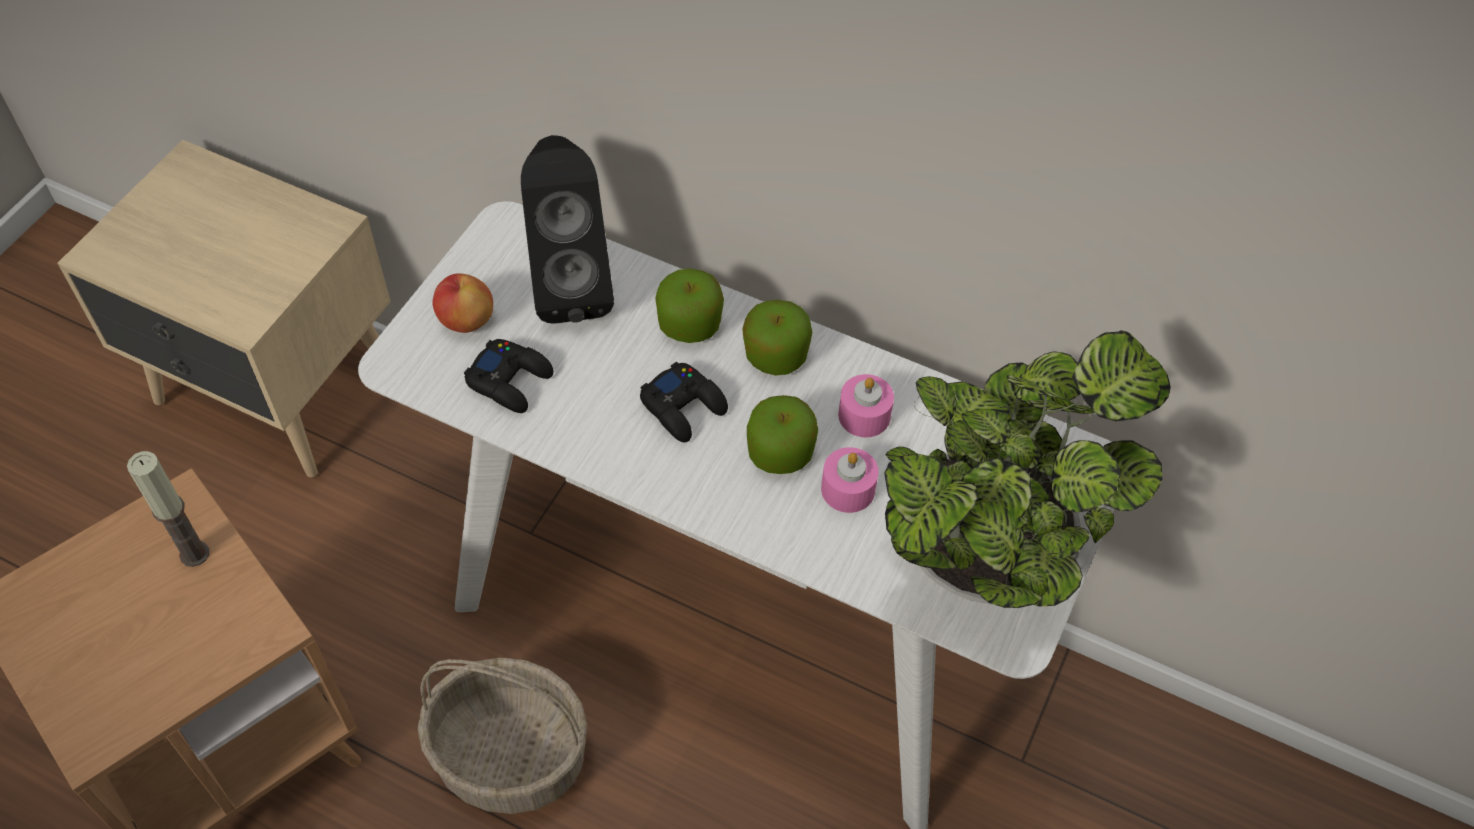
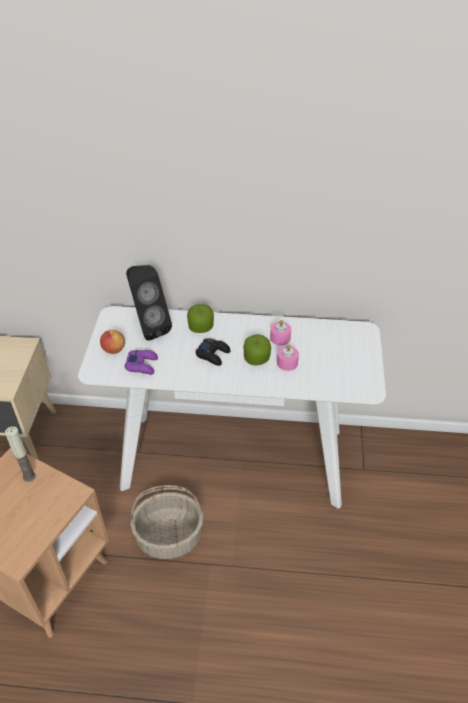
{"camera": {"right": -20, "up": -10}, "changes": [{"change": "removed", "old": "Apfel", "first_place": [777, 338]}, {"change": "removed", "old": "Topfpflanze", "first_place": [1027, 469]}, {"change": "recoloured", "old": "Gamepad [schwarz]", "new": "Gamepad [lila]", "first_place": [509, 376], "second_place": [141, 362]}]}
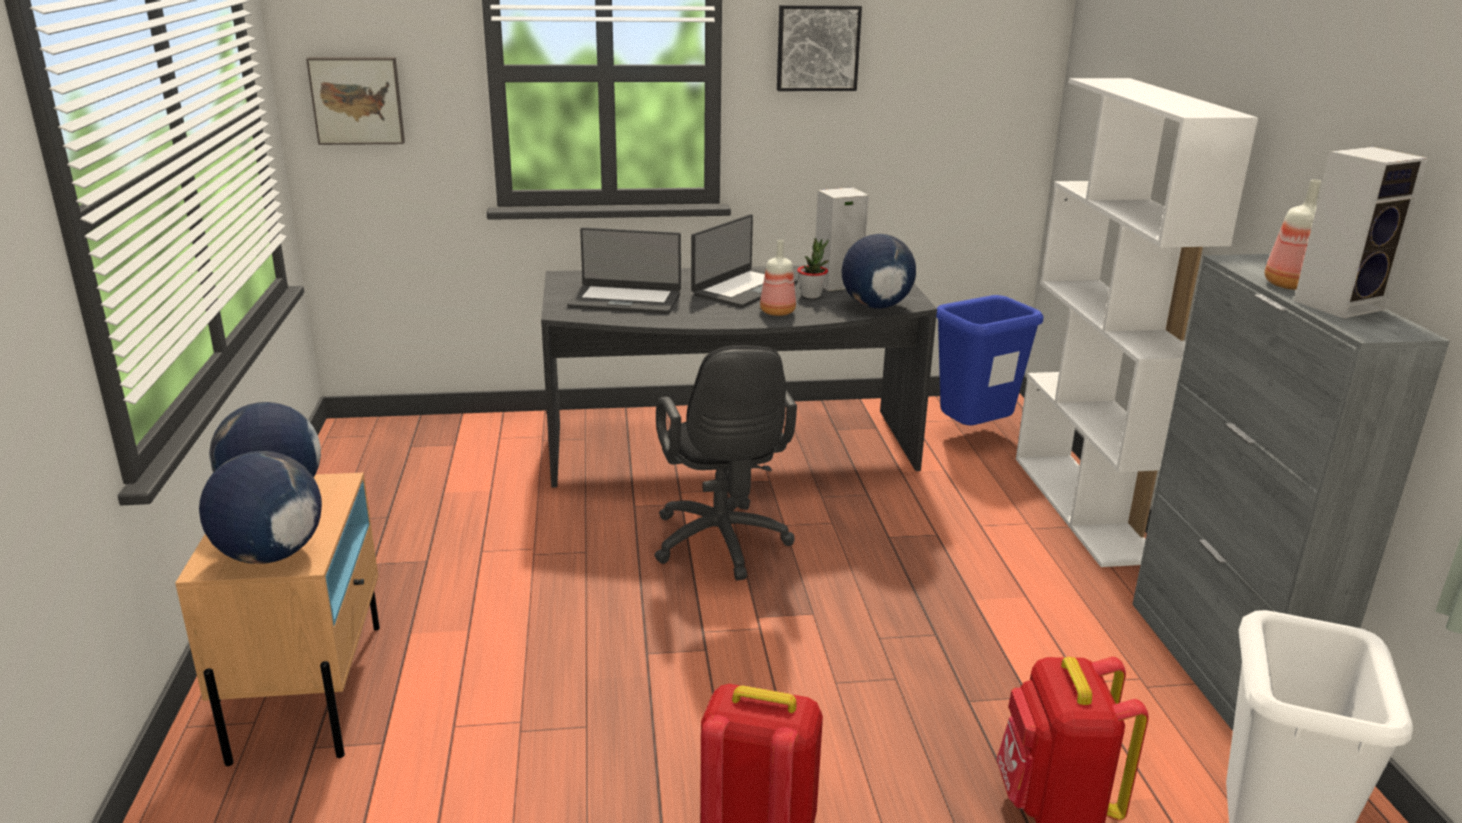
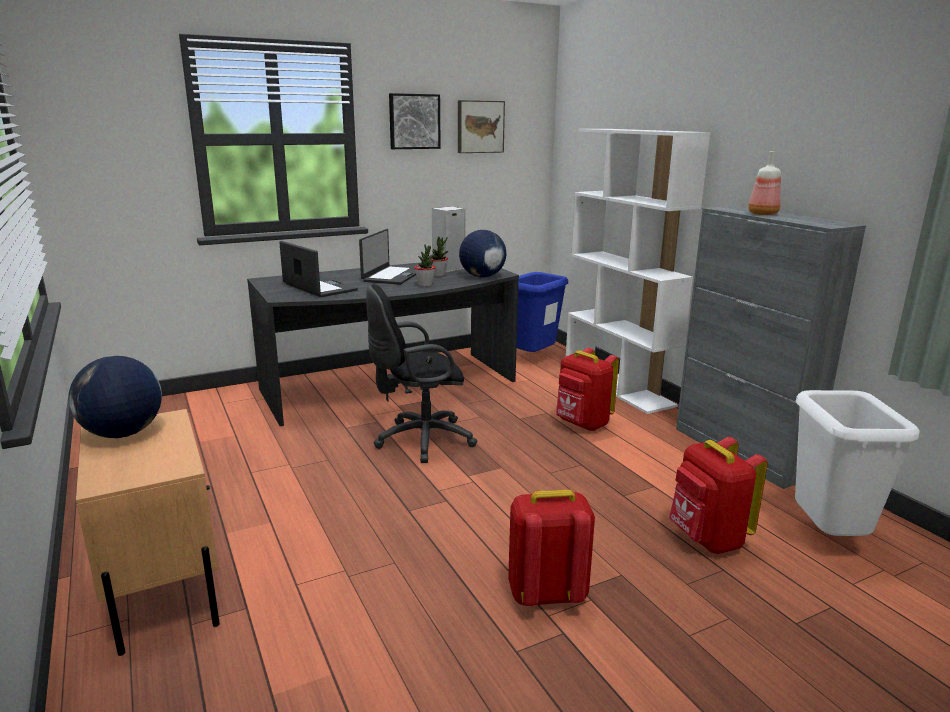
{"camera": {"right": -20, "up": -5}, "changes": [{"change": "removed", "old": "Globus", "first_place": [260, 507]}, {"change": "removed", "old": "Lautsprecher", "first_place": [1361, 232]}, {"change": "added", "new": "Rucksack [rot]", "second_place": [587, 389]}, {"change": "moved", "old": "Bild", "first_place": [355, 101], "second_place": [481, 126]}, {"change": "replaced", "old": "Flasche", "new": "Topfpflanze", "first_place": [778, 278], "second_place": [425, 265]}, {"change": "turned", "old": "Laptop", "first_place": [624, 270], "second_place": [318, 269], "degrees": -120}, {"change": "turned", "old": "Bürostuhl [schwarz]", "first_place": [725, 462], "second_place": [421, 374], "degrees": 105}]}
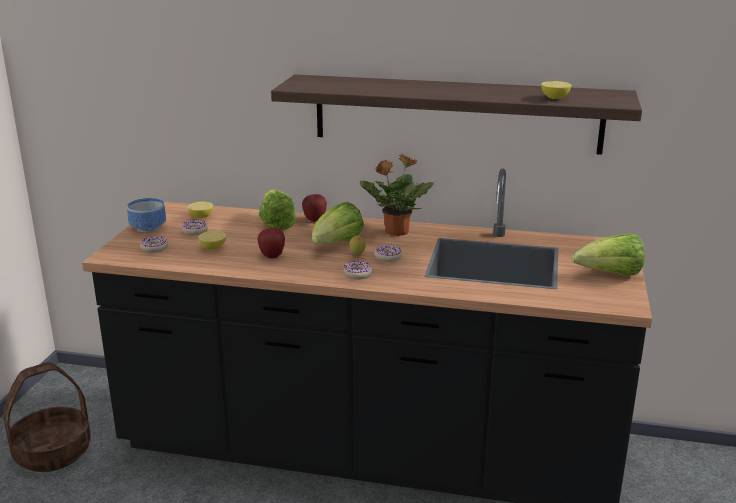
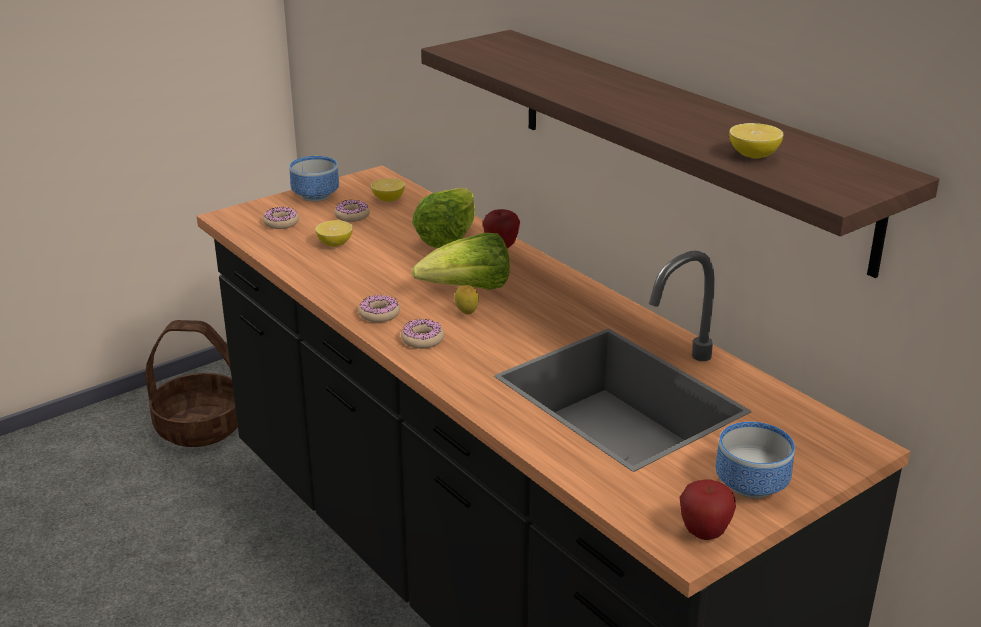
{"camera": {"right": 40, "up": 5}, "changes": [{"change": "removed", "old": "Topfpflanze", "first_place": [397, 194]}, {"change": "moved", "old": "Apfel", "first_place": [271, 243], "second_place": [708, 510]}, {"change": "moved", "old": "Donut", "first_place": [388, 253], "second_place": [379, 308]}, {"change": "replaced", "old": "Salatkopf", "new": "Schüssel", "first_place": [608, 255], "second_place": [755, 460]}]}
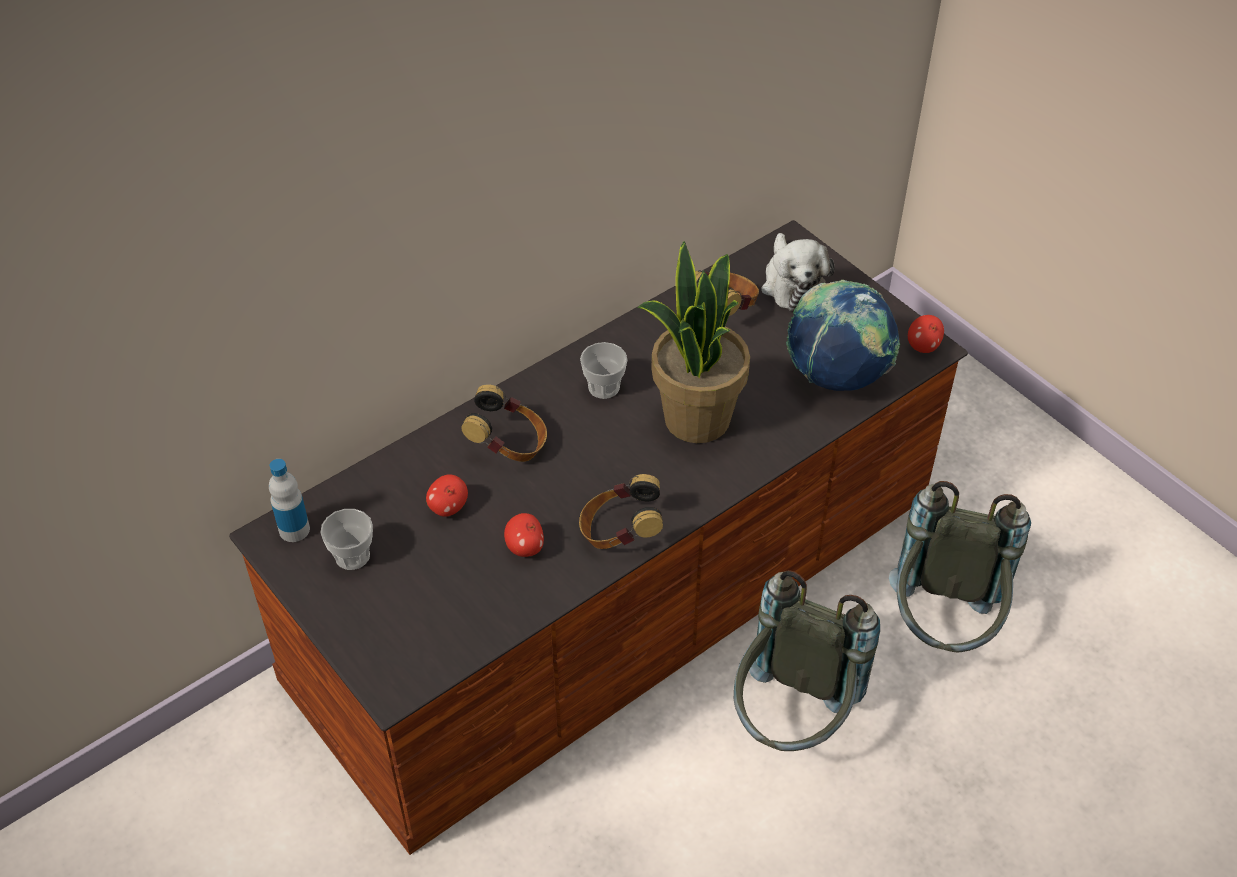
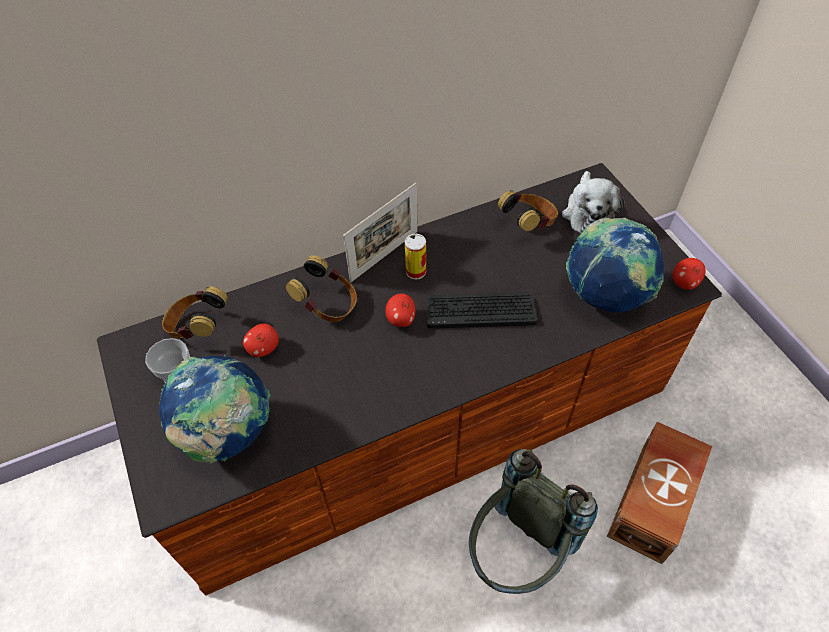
{"camera": {"right": 15, "up": 5}, "changes": [{"change": "removed", "old": "Flasche", "first_place": [289, 500]}, {"change": "added", "new": "Globus", "second_place": [214, 409]}, {"change": "added", "new": "Bilderrahmen", "second_place": [380, 232]}, {"change": "moved", "old": "Apfel", "first_place": [524, 535], "second_place": [400, 310]}, {"change": "moved", "old": "Kopfhörer", "first_place": [621, 511], "second_place": [195, 312]}, {"change": "replaced", "old": "Tasse", "new": "Dose", "first_place": [604, 370], "second_place": [415, 257]}, {"change": "replaced", "old": "Topfpflanze", "new": "Tastatur", "first_place": [693, 342], "second_place": [482, 310]}, {"change": "replaced", "old": "Rucksack [grau]", "new": "Aufbewahrungsbox [braun]", "first_place": [960, 566], "second_place": [659, 493]}]}
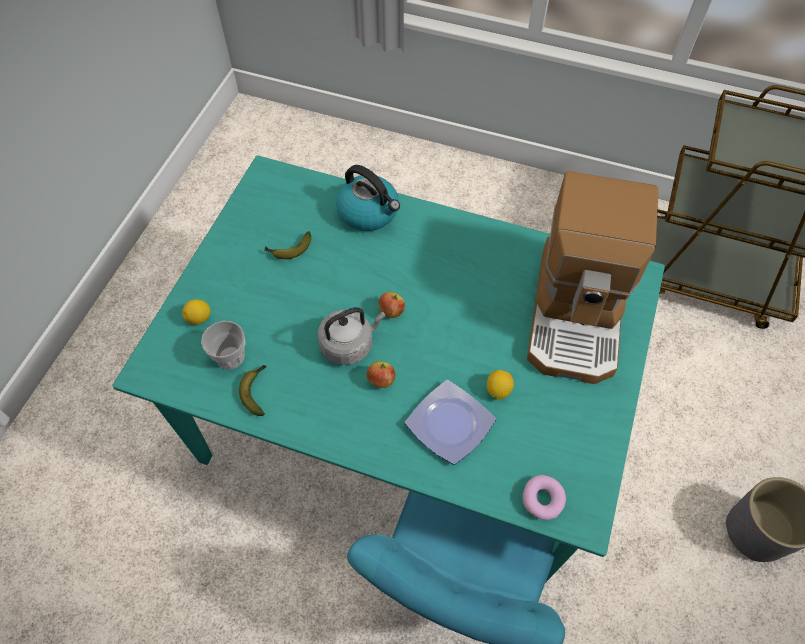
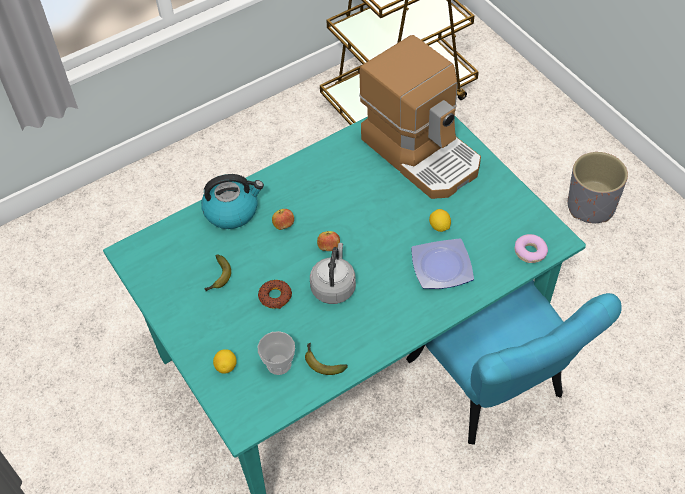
{"camera": {"right": -50, "up": -5}, "changes": [{"change": "added", "new": "Donut", "second_place": [275, 294]}, {"change": "moved", "old": "Apfel", "first_place": [381, 374], "second_place": [283, 219]}]}
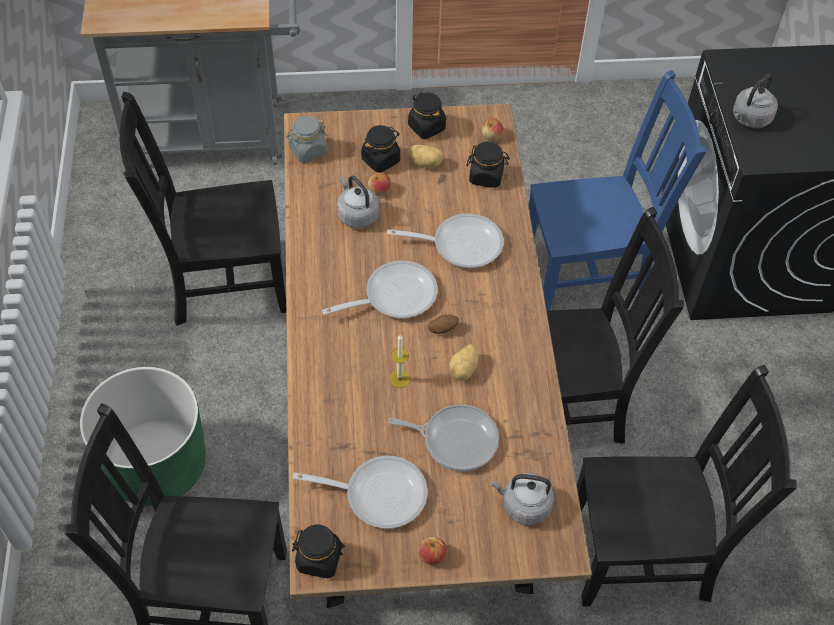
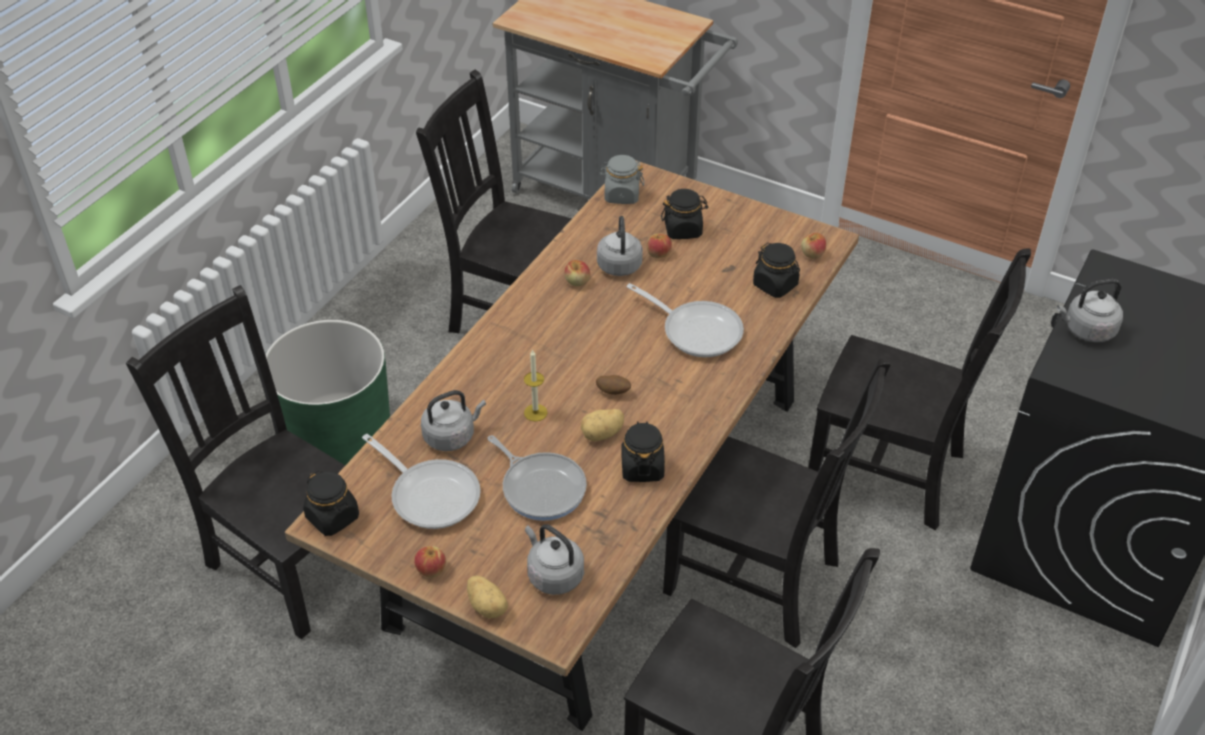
{"camera": {"right": 35, "up": -10}, "changes": [{"change": "removed", "old": "Pfanne", "first_place": [380, 289]}, {"change": "added", "new": "Wasserkessel [grau]", "second_place": [453, 420]}, {"change": "added", "new": "Apfel", "second_place": [577, 273]}, {"change": "moved", "old": "Vorratsglas [schwarz]", "first_place": [427, 115], "second_place": [643, 451]}, {"change": "moved", "old": "Kartoffel", "first_place": [426, 156], "second_place": [487, 597]}, {"change": "recoloured", "old": "Stuhl [blau]", "new": "Stuhl [schwarz]", "first_place": [617, 190], "second_place": [919, 389]}]}
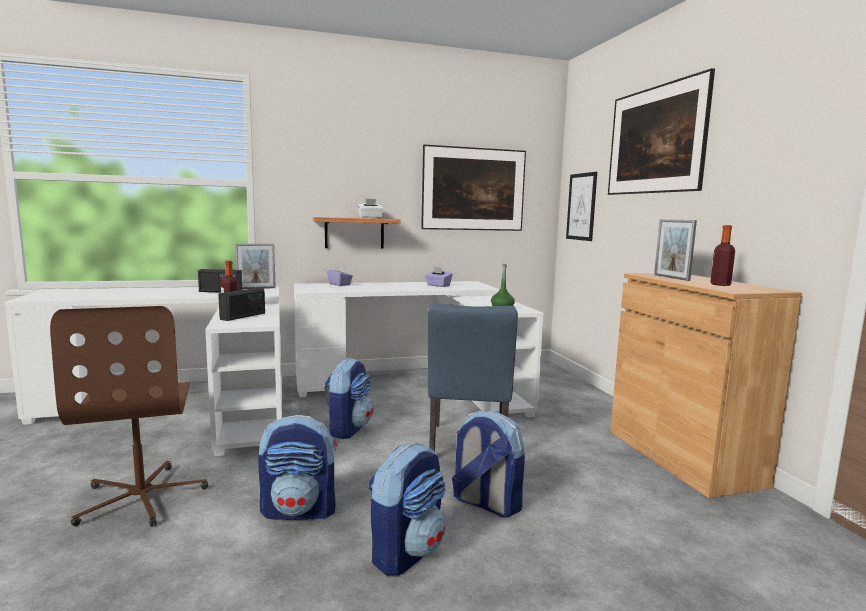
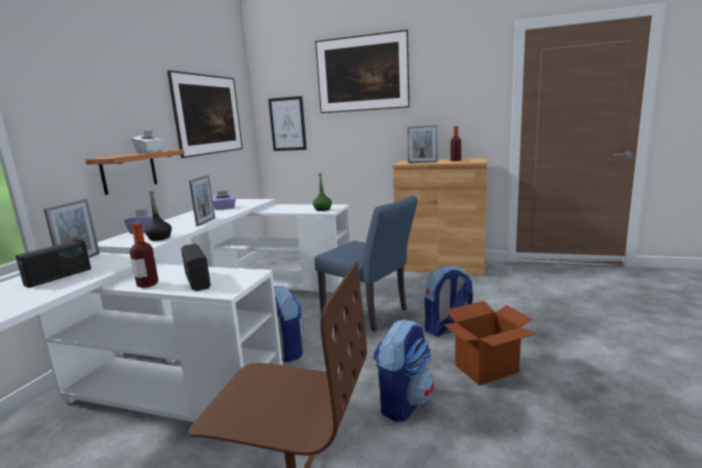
{"camera": {"right": -55, "up": 5}, "changes": [{"change": "added", "new": "Flasche [schwarz]", "second_place": [158, 216]}, {"change": "added", "new": "Bilderrahmen", "second_place": [202, 200]}, {"change": "replaced", "old": "Rucksack", "new": "Karton", "first_place": [407, 509], "second_place": [489, 343]}]}
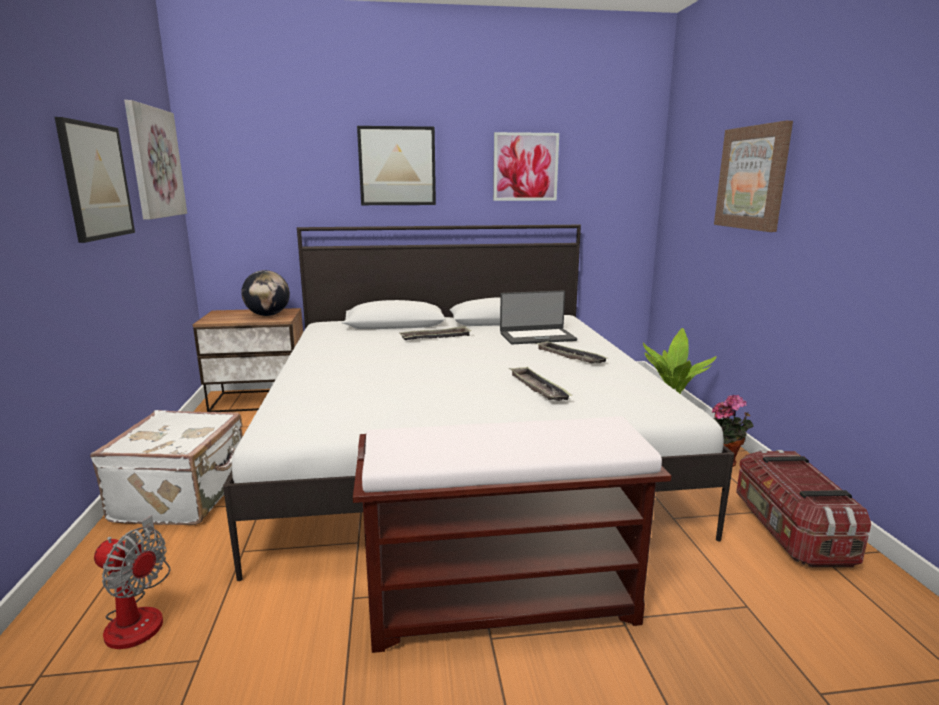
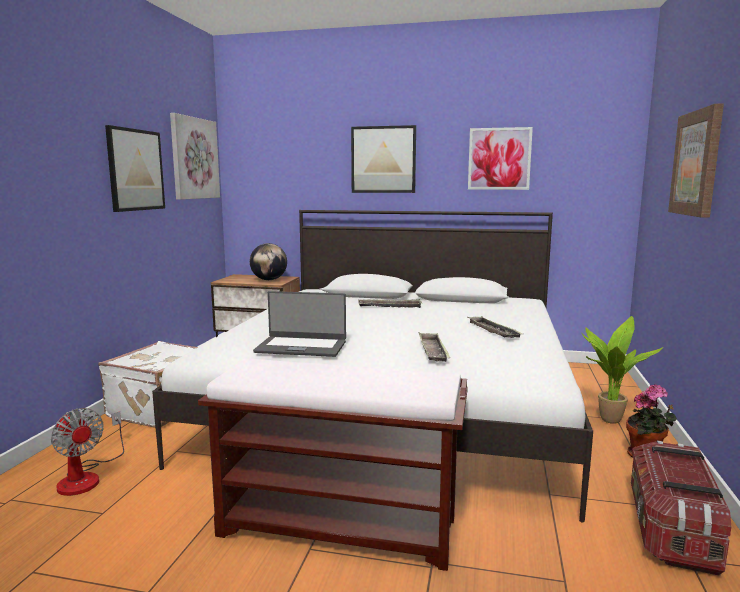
{"camera": {"right": 20, "up": -5}, "changes": [{"change": "moved", "old": "Laptop", "first_place": [538, 317], "second_place": [299, 324]}]}
